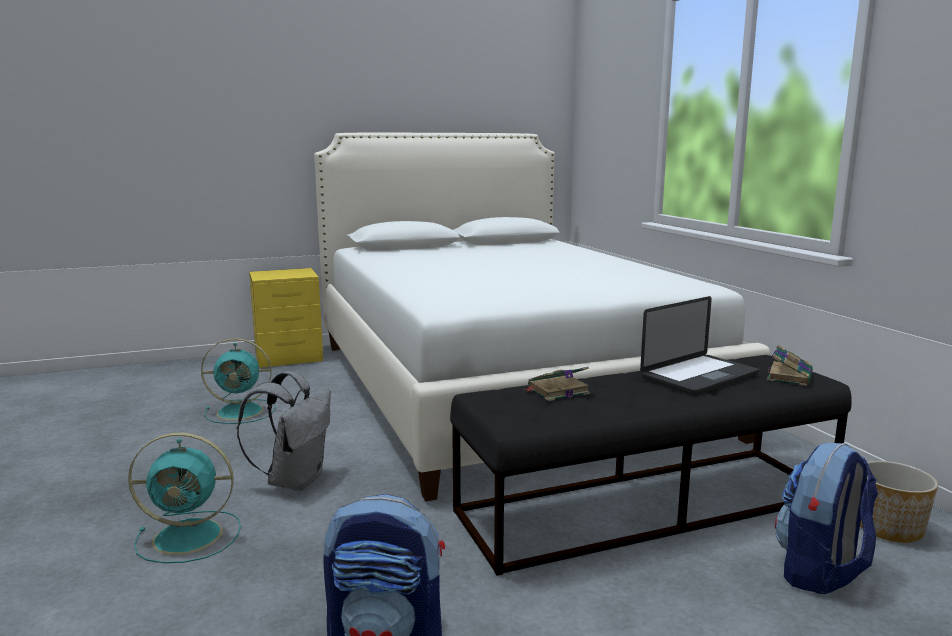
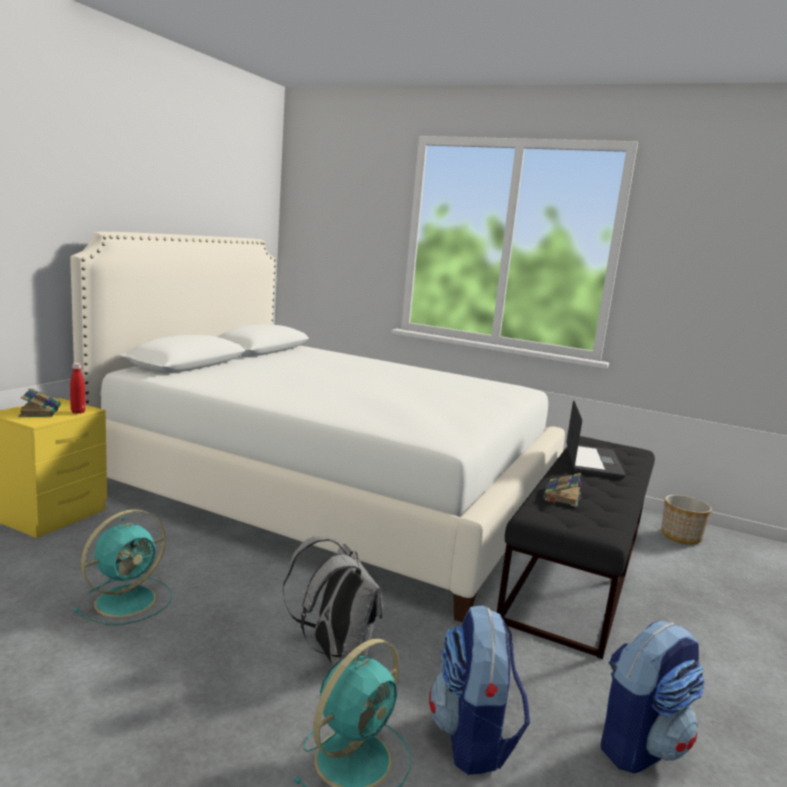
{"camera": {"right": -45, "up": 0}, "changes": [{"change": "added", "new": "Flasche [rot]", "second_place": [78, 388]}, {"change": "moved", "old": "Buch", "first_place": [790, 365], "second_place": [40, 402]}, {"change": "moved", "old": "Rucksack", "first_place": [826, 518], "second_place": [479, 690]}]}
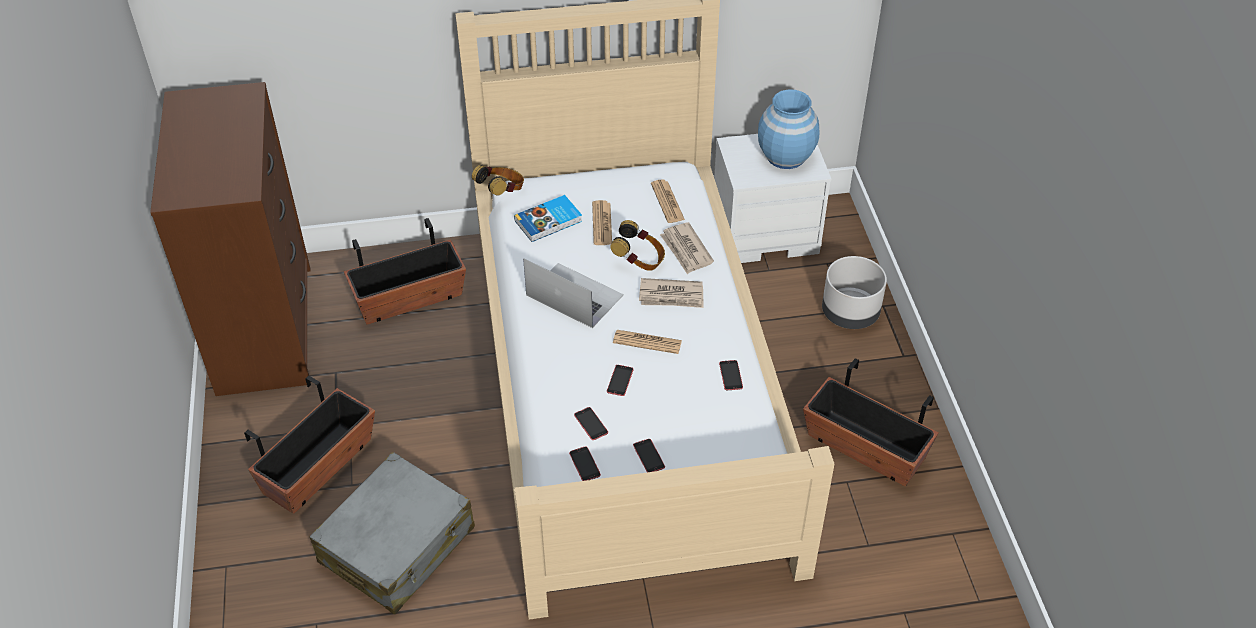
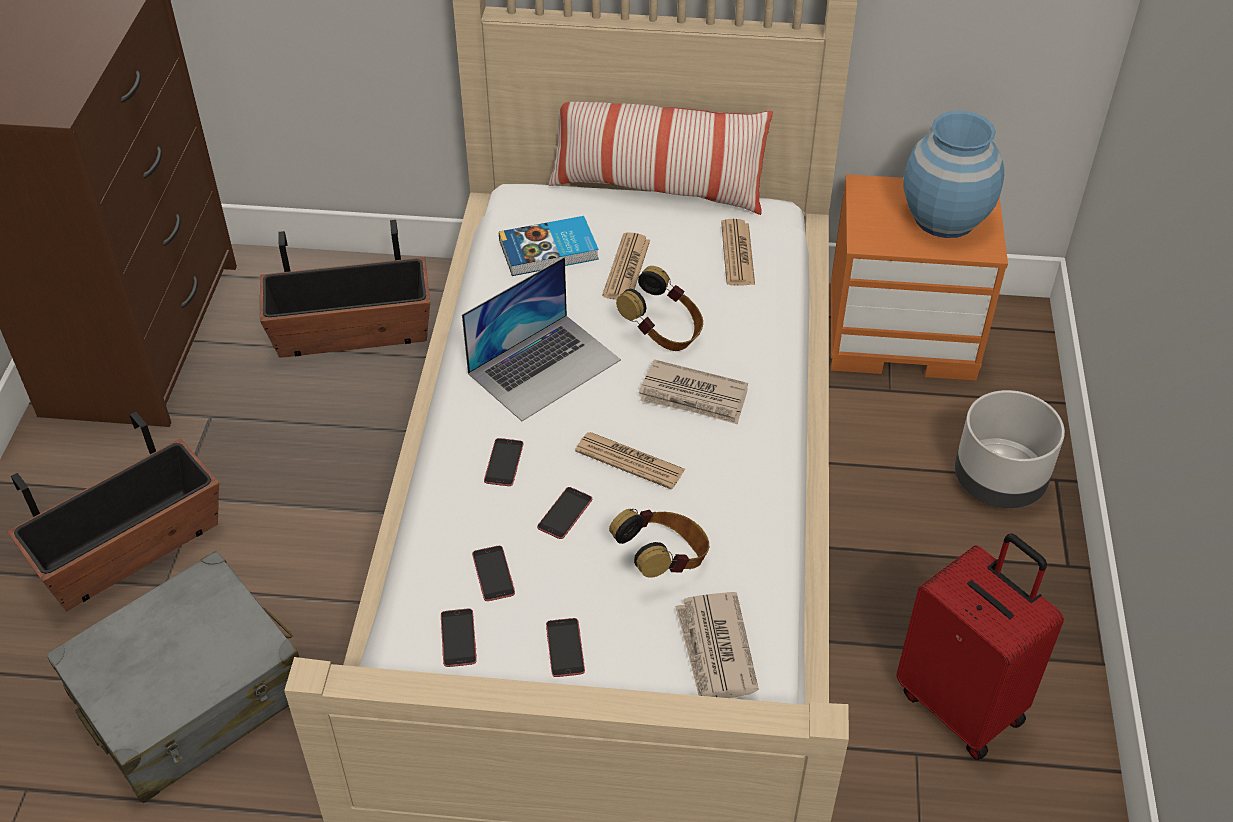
{"camera": {"right": 15, "up": 0}, "changes": [{"change": "added", "new": "Kissen", "second_place": [661, 158]}, {"change": "moved", "old": "Kopfhörer", "first_place": [498, 180], "second_place": [659, 543]}, {"change": "moved", "old": "Zeitung", "first_place": [687, 248], "second_place": [717, 645]}, {"change": "moved", "old": "Handy", "first_place": [731, 375], "second_place": [504, 462]}, {"change": "replaced", "old": "Pflanzkübel", "new": "Koffer [rot]", "first_place": [870, 422], "second_place": [980, 646]}, {"change": "recoloured", "old": "Nachttisch [weiß]", "new": "Nachttisch [orange]", "first_place": [772, 198], "second_place": [919, 277]}, {"change": "turned", "old": "Laptop", "first_place": [573, 293], "second_place": [541, 339], "degrees": 90}]}
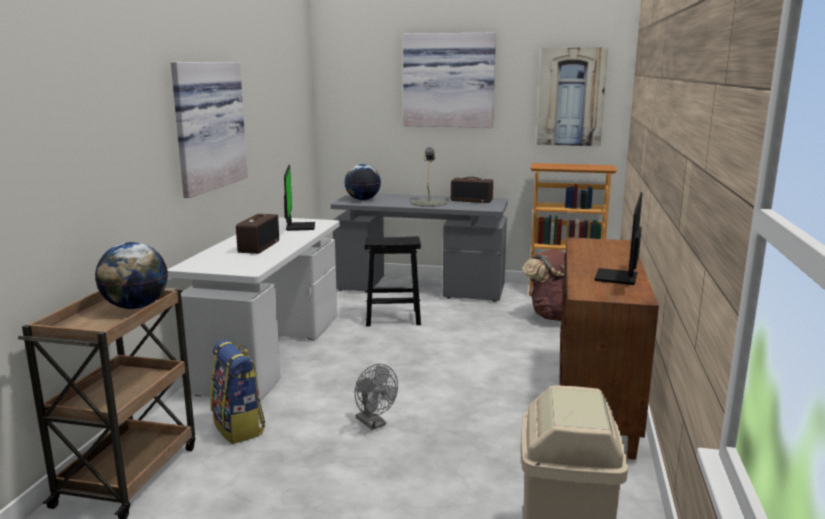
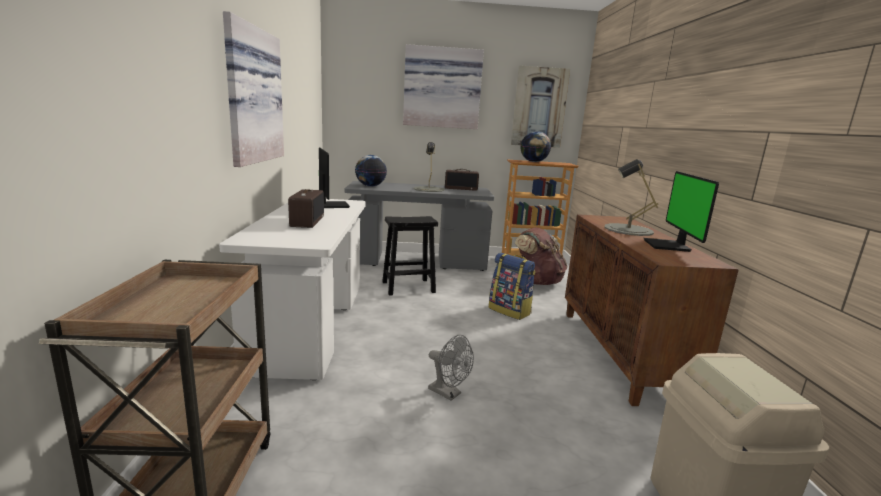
{"camera": {"right": -15, "up": 0}, "changes": [{"change": "added", "new": "Tischlampe [grau]", "second_place": [631, 197]}, {"change": "moved", "old": "Globus", "first_place": [131, 275], "second_place": [536, 146]}, {"change": "moved", "old": "Rucksack", "first_place": [237, 392], "second_place": [512, 286]}]}
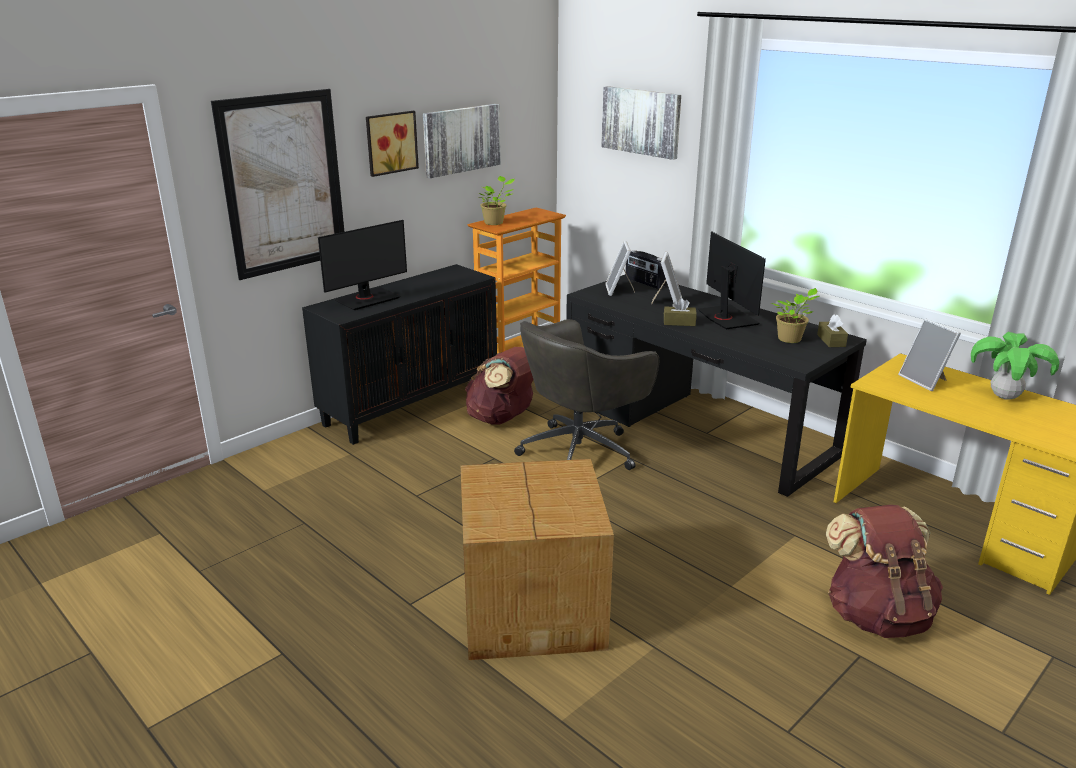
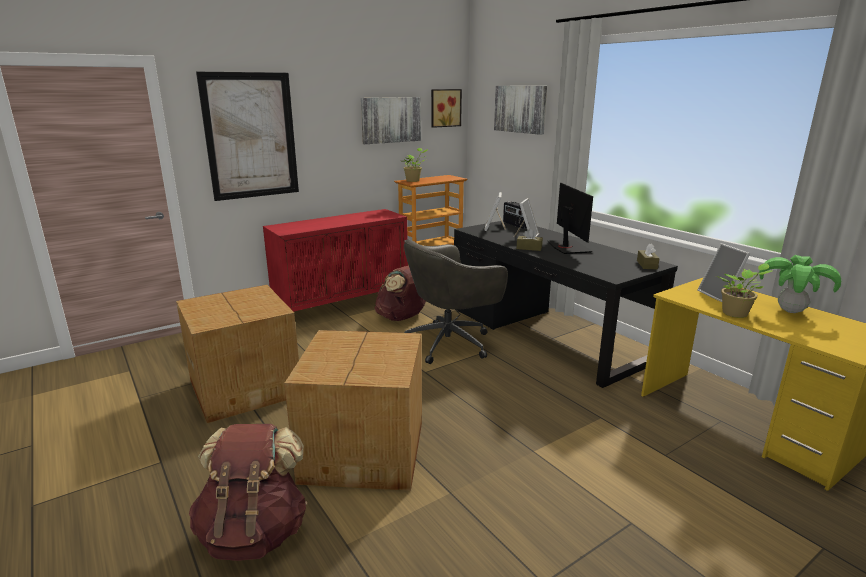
{"camera": {"right": 10, "up": -5}, "changes": [{"change": "removed", "old": "Monitor", "first_place": [362, 265]}, {"change": "added", "new": "Karton", "second_place": [237, 354]}, {"change": "moved", "old": "Bild", "first_place": [392, 144], "second_place": [446, 108]}, {"change": "moved", "old": "Topfpflanze", "first_place": [795, 315], "second_place": [744, 290]}, {"change": "moved", "old": "Rucksack [braun]", "first_place": [884, 571], "second_place": [248, 492]}, {"change": "recoloured", "old": "Schrank [schwarz]", "new": "Schrank [rot]", "first_place": [399, 354], "second_place": [335, 260]}]}
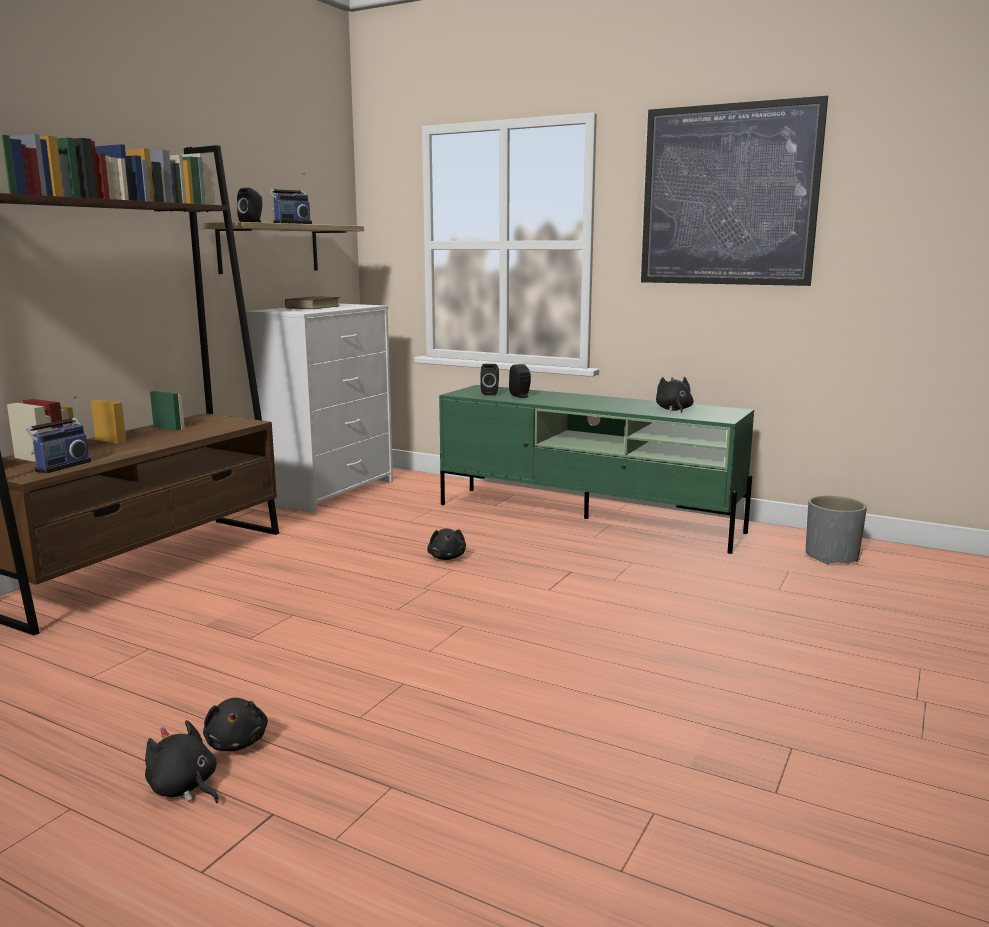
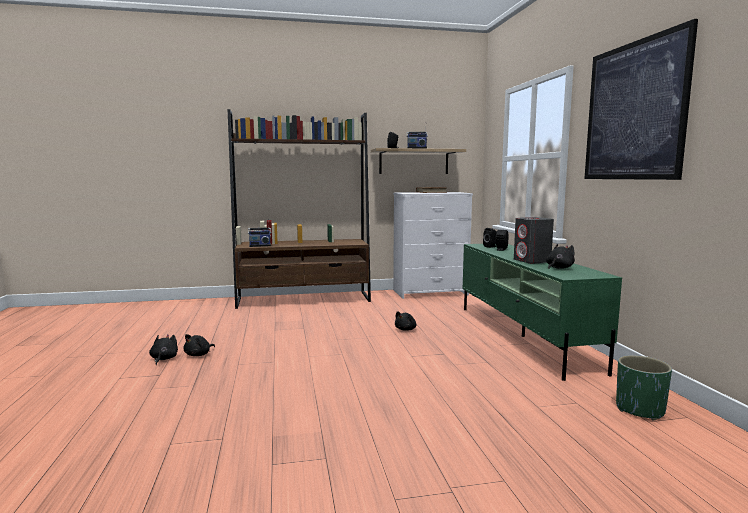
{"camera": {"right": 50, "up": -5}, "changes": [{"change": "added", "new": "Lautsprecher [grau]", "second_place": [534, 240]}, {"change": "recoloured", "old": "Pflanzkübel [grau]", "new": "Pflanzkübel [grün]", "first_place": [836, 530], "second_place": [644, 387]}]}
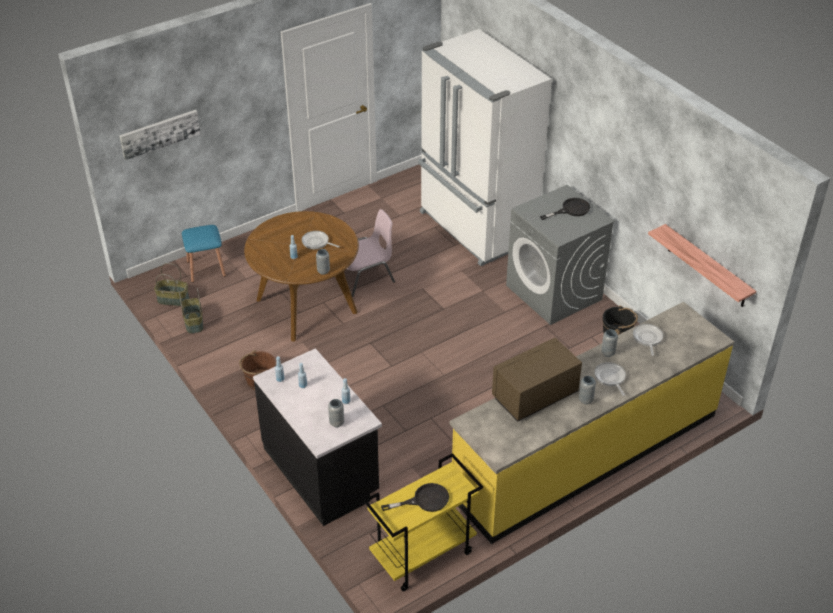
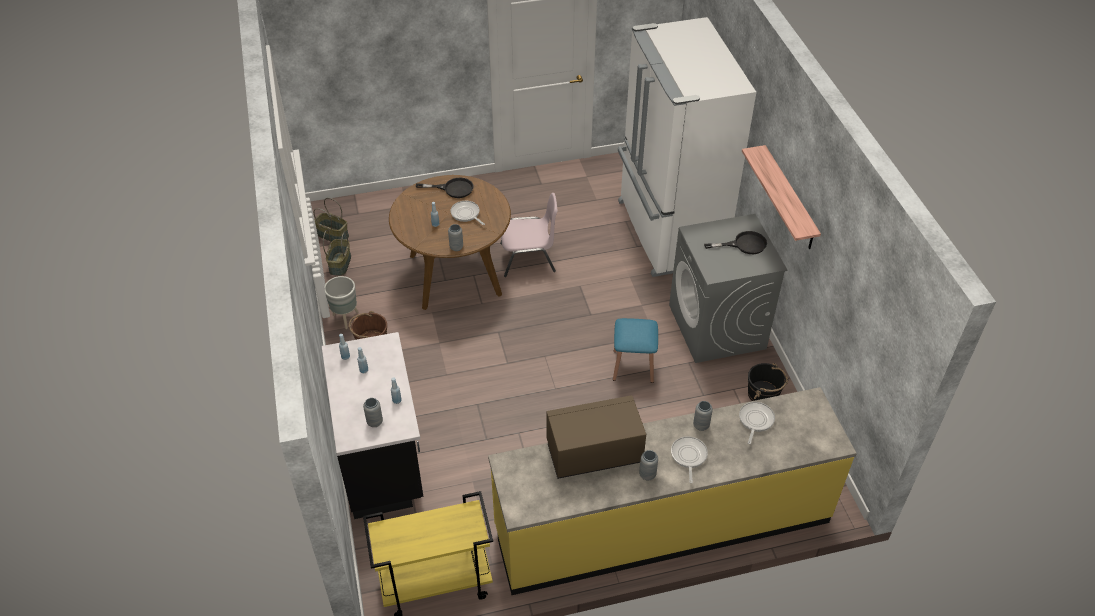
{"camera": {"right": 20, "up": 5}, "changes": [{"change": "removed", "old": "Bild", "first_place": [159, 135]}, {"change": "added", "new": "Pflanzkübel [grau]", "second_place": [341, 302]}, {"change": "moved", "old": "Hocker [blau]", "first_place": [204, 254], "second_place": [635, 350]}, {"change": "moved", "old": "Pfanne [schwarz]", "first_place": [415, 497], "second_place": [444, 188]}, {"change": "moved", "old": "Wandregal", "first_place": [702, 265], "second_place": [781, 197]}]}
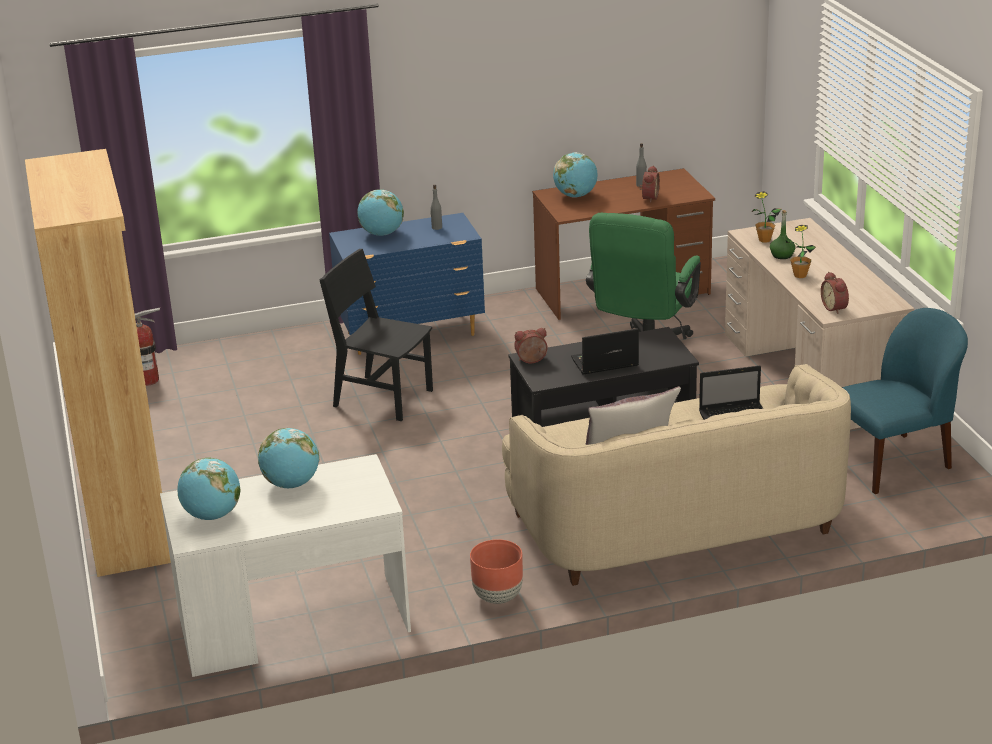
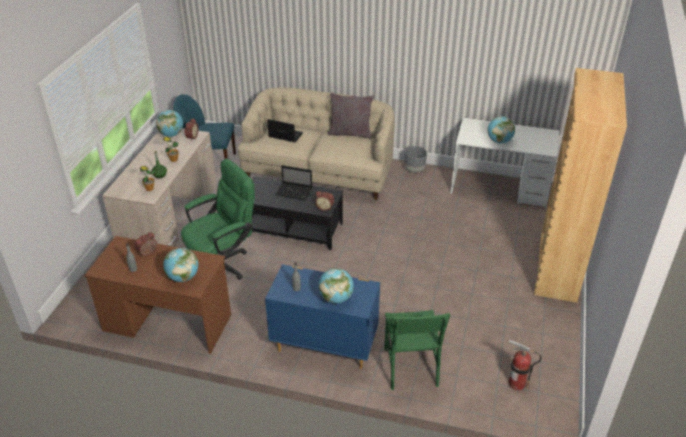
{"camera": {"right": -150, "up": 10}, "changes": [{"change": "removed", "old": "Stuhl [schwarz]", "first_place": [376, 335]}, {"change": "added", "new": "Stuhl [grün]", "second_place": [417, 350]}, {"change": "moved", "old": "Globus", "first_place": [208, 489], "second_place": [169, 123]}, {"change": "recoloured", "old": "Pflanzkübel [braun]", "new": "Pflanzkübel [grau]", "first_place": [496, 571], "second_place": [415, 159]}]}
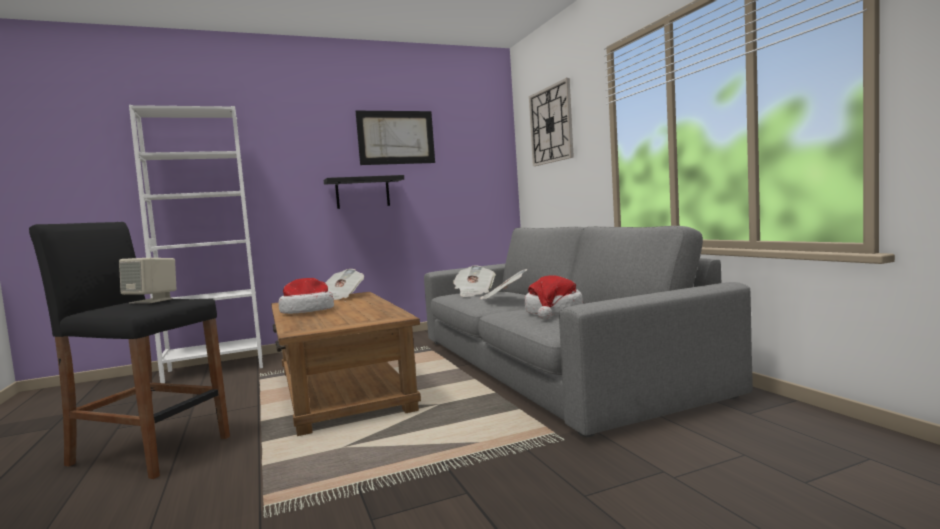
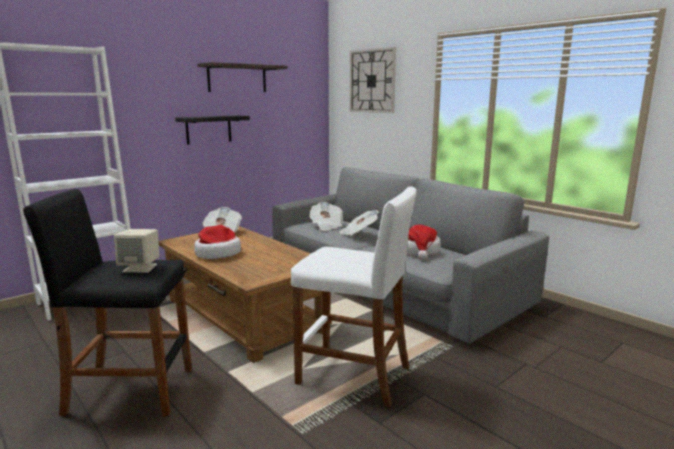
{"camera": {"right": -20, "up": 10}, "changes": [{"change": "added", "new": "Hocker [weiß]", "second_place": [353, 296]}, {"change": "replaced", "old": "Bild", "new": "Wandregal", "first_place": [395, 138], "second_place": [242, 77]}]}
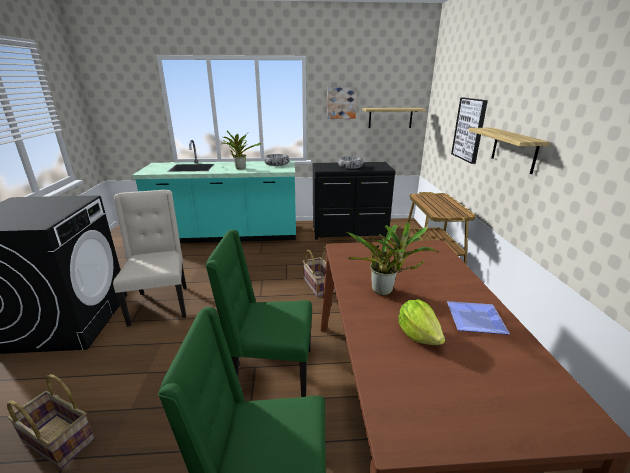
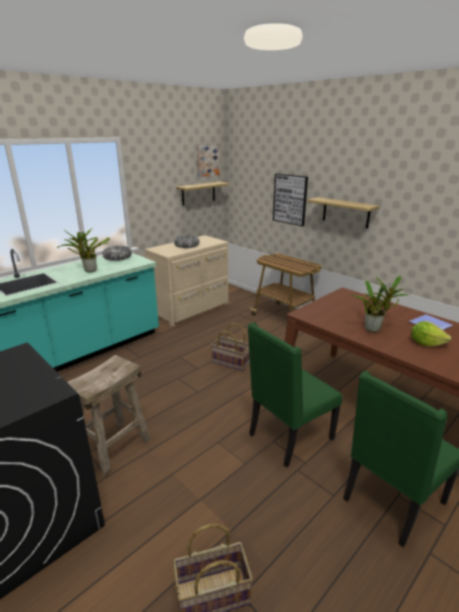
{"camera": {"right": -40, "up": 0}, "changes": [{"change": "moved", "old": "Bild", "first_place": [342, 103], "second_place": [208, 161]}, {"change": "replaced", "old": "Stuhl [beige]", "new": "Hocker [beige]", "first_place": [150, 258], "second_place": [109, 415]}, {"change": "recoloured", "old": "Kommode [schwarz]", "new": "Kommode [beige]", "first_place": [354, 201], "second_place": [187, 280]}]}
